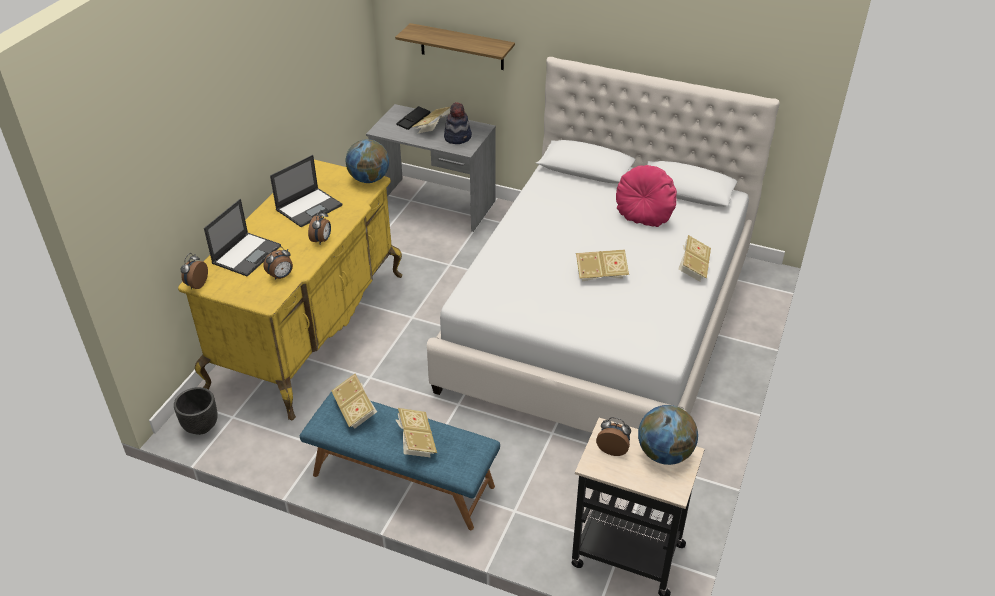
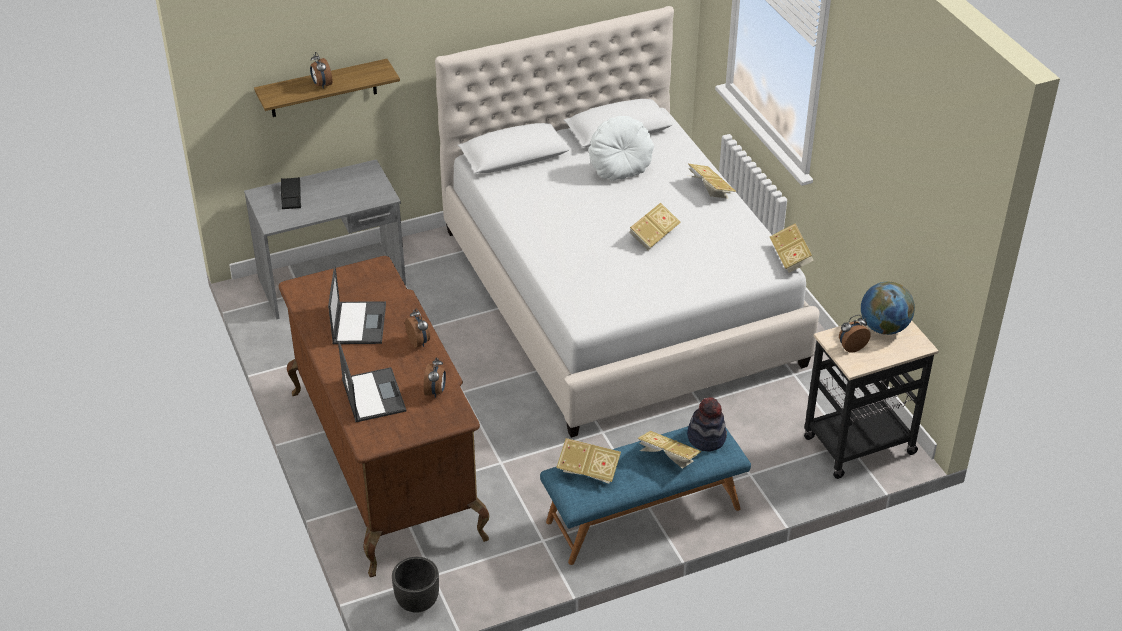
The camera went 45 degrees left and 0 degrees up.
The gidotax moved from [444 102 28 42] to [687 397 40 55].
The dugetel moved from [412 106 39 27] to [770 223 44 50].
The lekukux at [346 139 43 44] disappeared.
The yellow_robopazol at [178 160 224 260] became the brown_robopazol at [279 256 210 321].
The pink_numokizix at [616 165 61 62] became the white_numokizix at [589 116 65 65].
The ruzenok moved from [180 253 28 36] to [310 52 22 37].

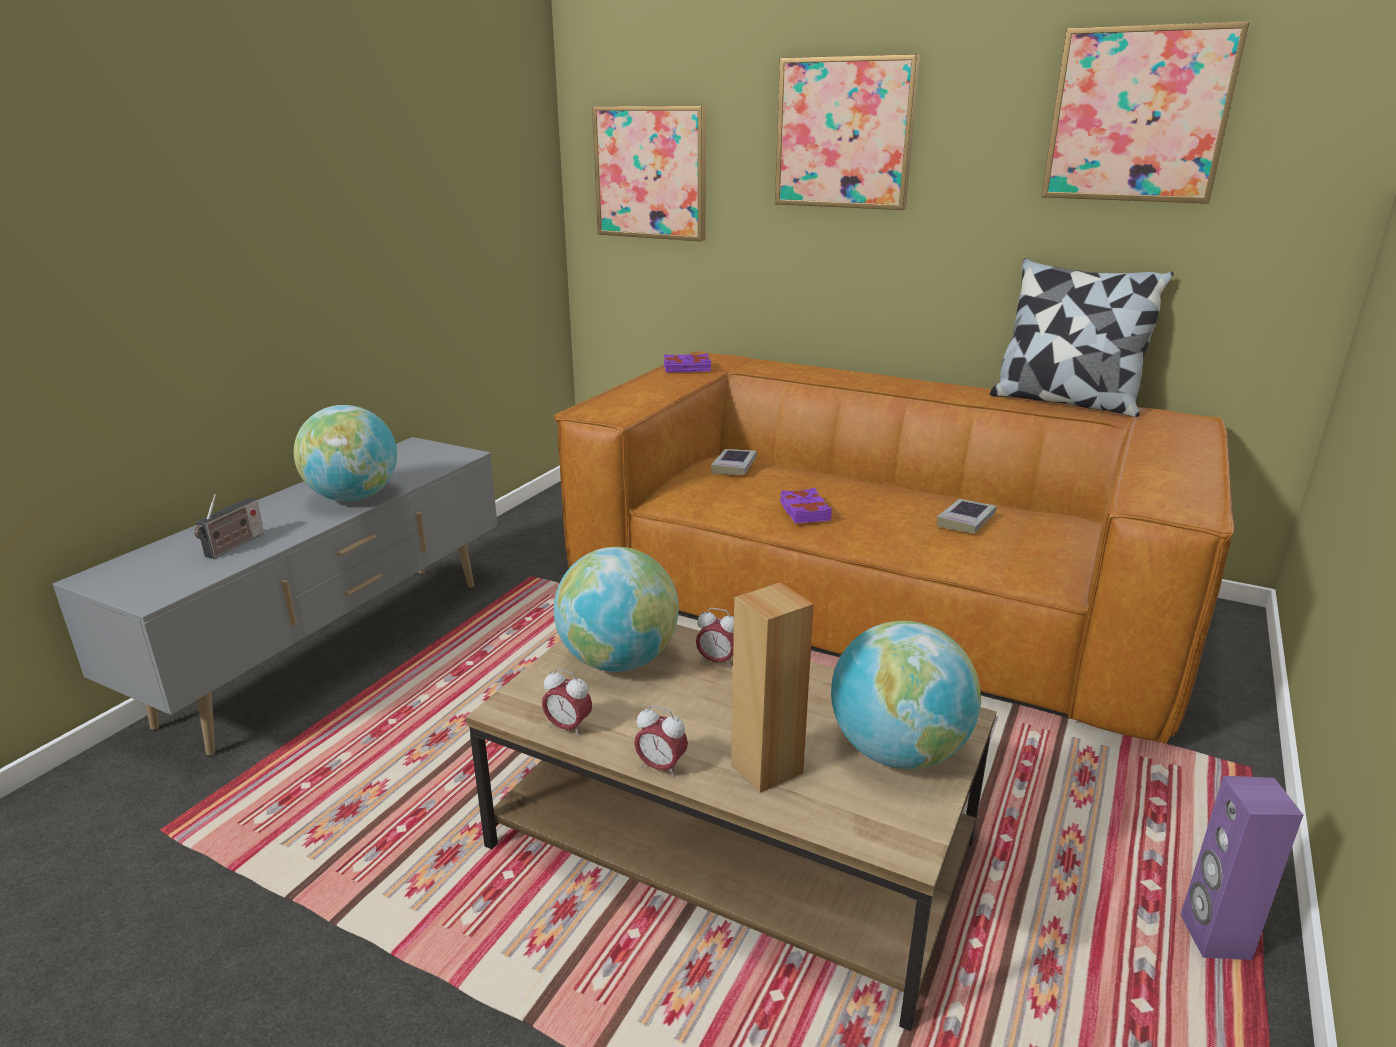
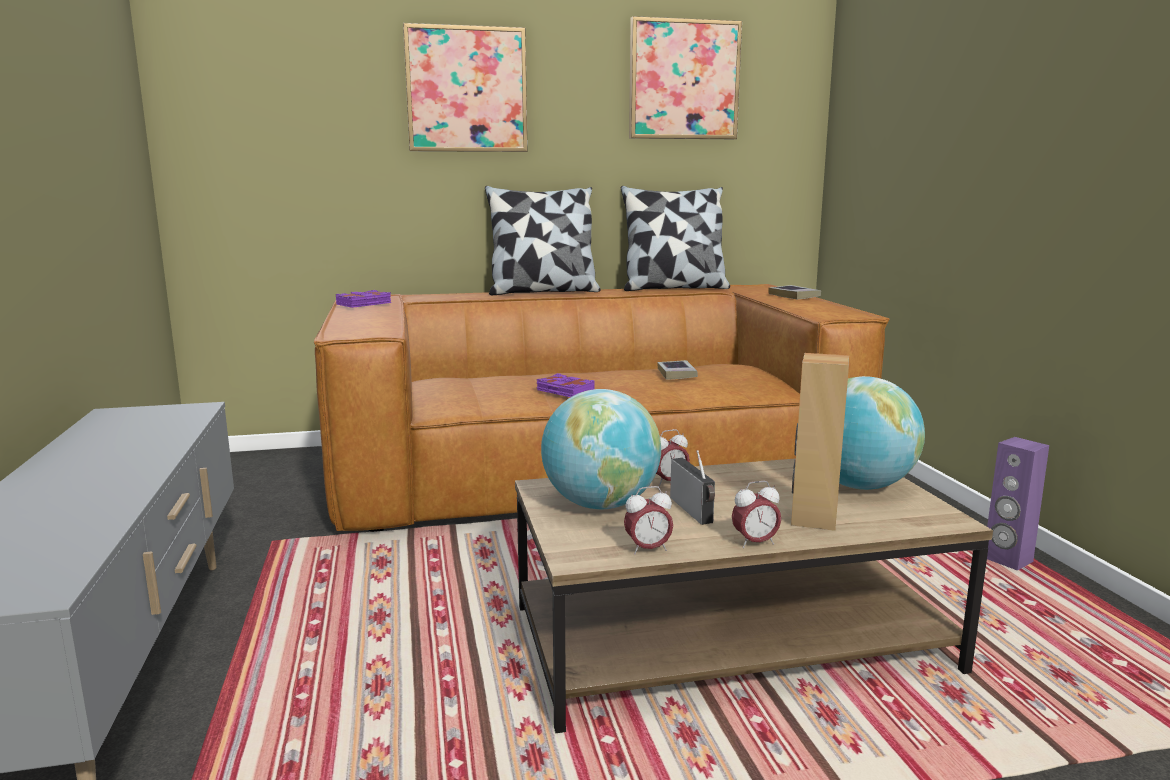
The camera went 40 degrees left and 10 degrees down.
The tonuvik at [592 106 114 136] disappeared.
The lekukux at [294 405 103 97] disappeared.
The dugetel moved from [711 449 46 26] to [769 285 52 14].
The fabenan moved from [194 494 70 65] to [670 450 45 75].
The numokizix at [485 186 116 109] appeared.

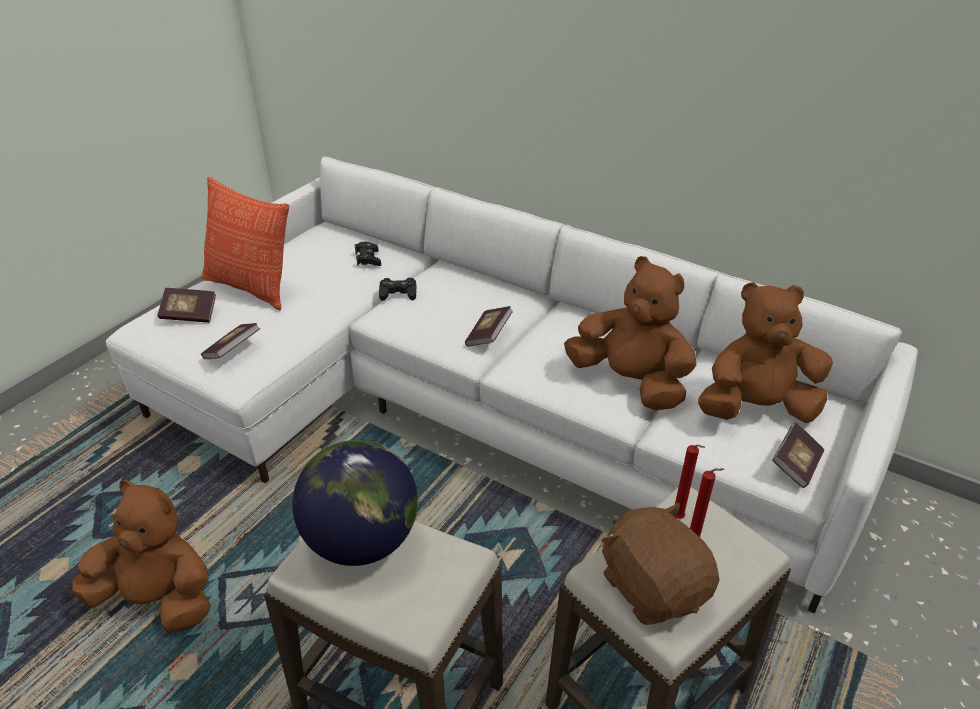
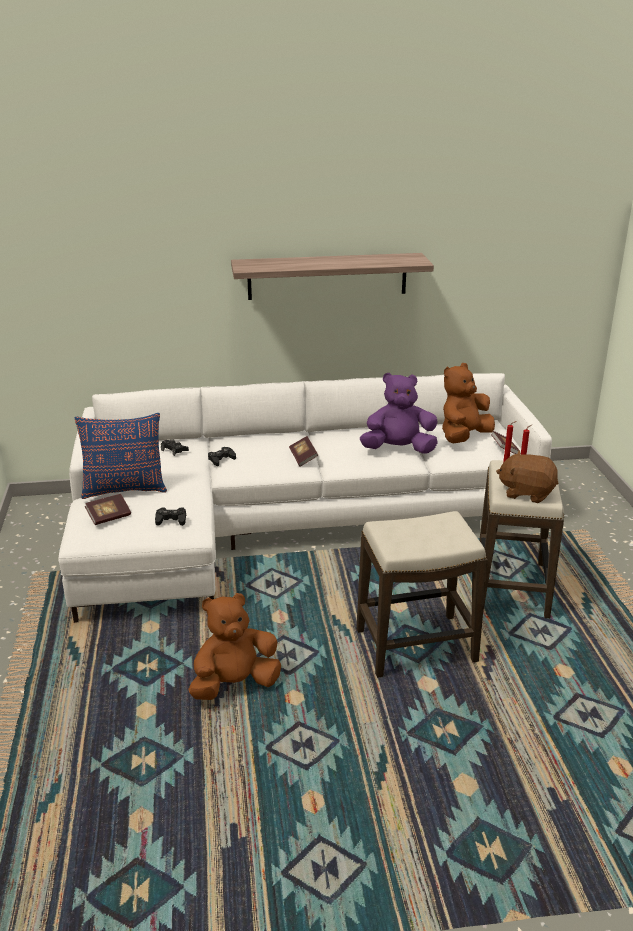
The camera went 40 degrees left and 10 degrees down.
The orange_numokizix at [202 176 87 134] became the blue_numokizix at [75 413 92 86].
The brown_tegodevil at [564 256 132 154] became the purple_tegodevil at [360 373 78 81].
The dugetel at [201 323 60 36] was replaced by the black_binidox at [155 508 31 18].
The lekukux at [292 440 126 126] disappeared.
The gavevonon at [231 253 203 47] appeared.

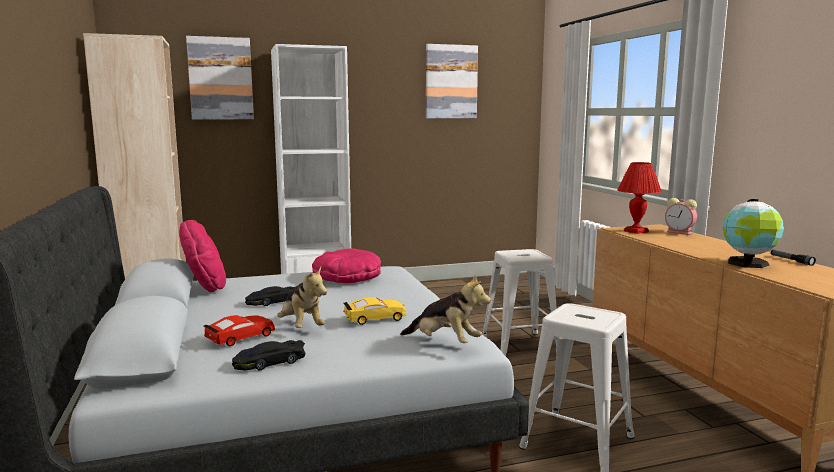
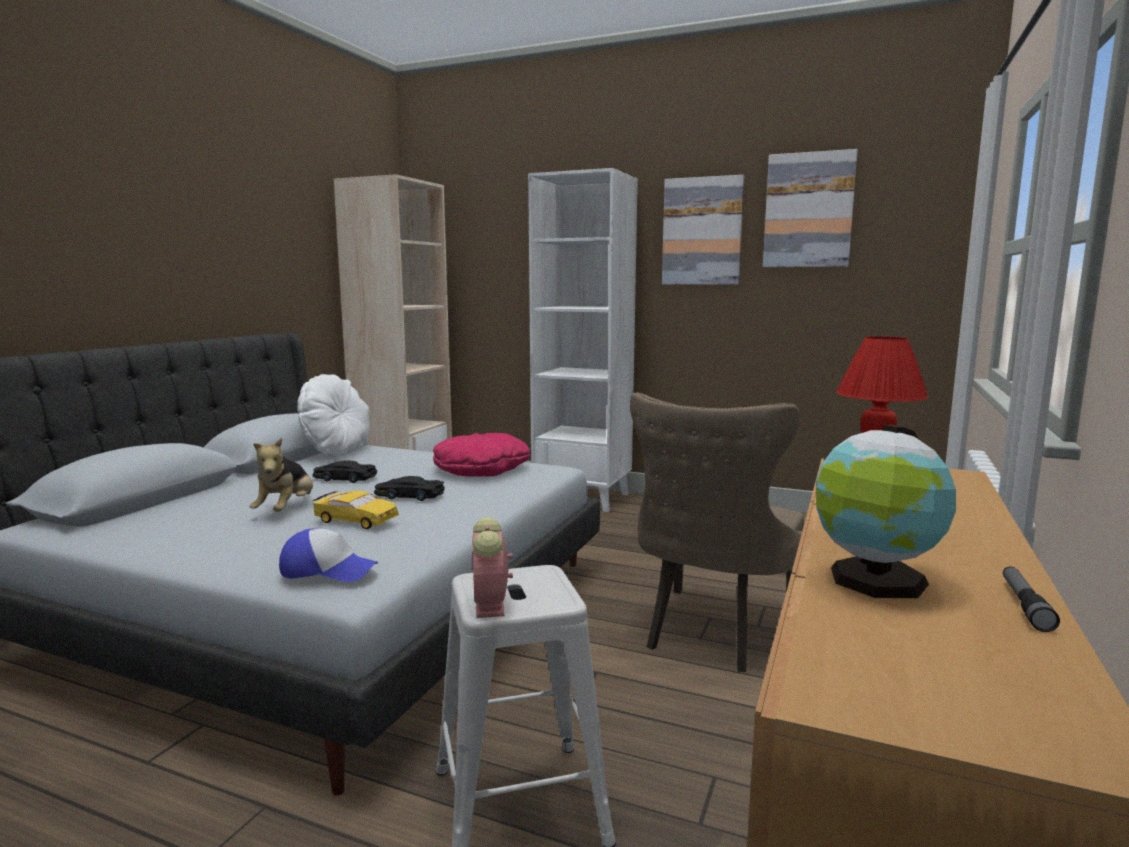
The camera went 40 degrees right and 0 degrees up.
The tonuvik moved from [186 36 68 83] to [662 175 82 110].
The ruzenok moved from [665 198 32 37] to [471 517 42 101].
The pink_numokizix at [179 220 47 72] became the white_numokizix at [297 374 73 84].
The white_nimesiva at [482 249 75 107] was replaced by the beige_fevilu at [630 392 174 280].
The tegodevil at [400 274 91 69] was replaced by the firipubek at [279 528 99 54].
The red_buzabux at [204 315 71 31] disappeared.
The black_buzabux moved from [232 340 74 31] to [374 476 71 25].

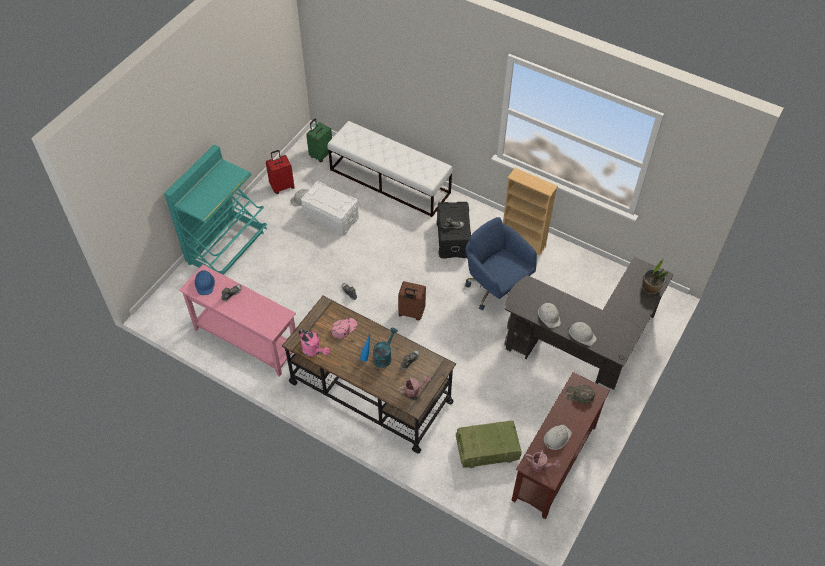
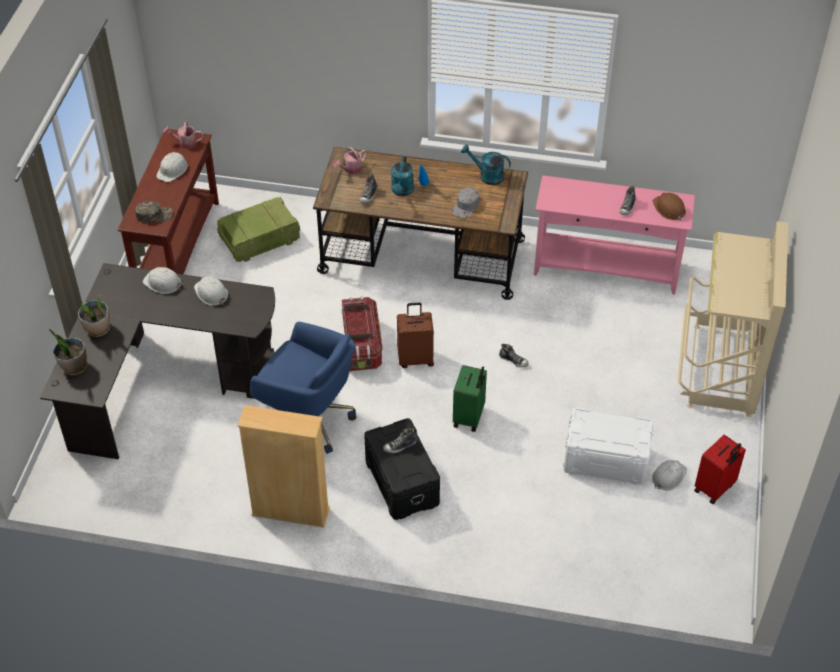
The camera went 160 degrees right and 5 degrees down.
The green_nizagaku moved from [306 119 26 43] to [453 365 34 67].
The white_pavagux at [327 121 126 96] disappeared.
The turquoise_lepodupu at [164 145 103 130] became the beige_lepodupu at [678 221 110 196].
The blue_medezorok at [195 270 20 25] became the brown_medezorok at [653 193 33 28].
The pink_firipubek at [332 318 25 21] became the grey_firipubek at [452 188 27 30].
The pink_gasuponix at [299 328 31 28] became the turquoise_gasuponix at [461 144 50 41].
The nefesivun at [78 295 32 42] appeared.
The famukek at [341 297 42 74] appeared.

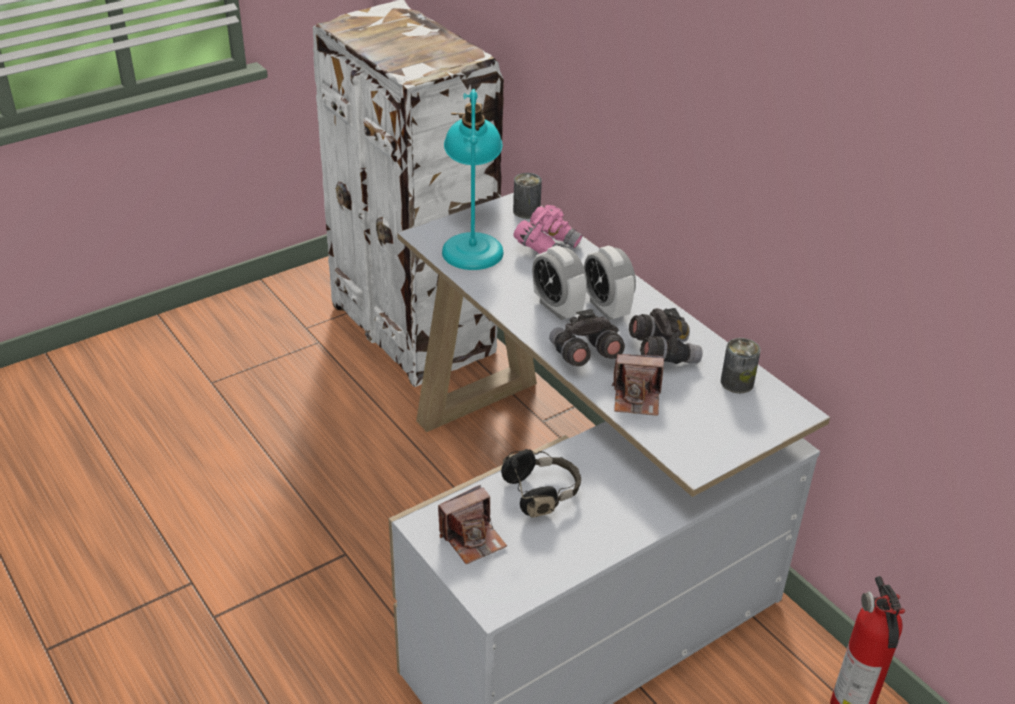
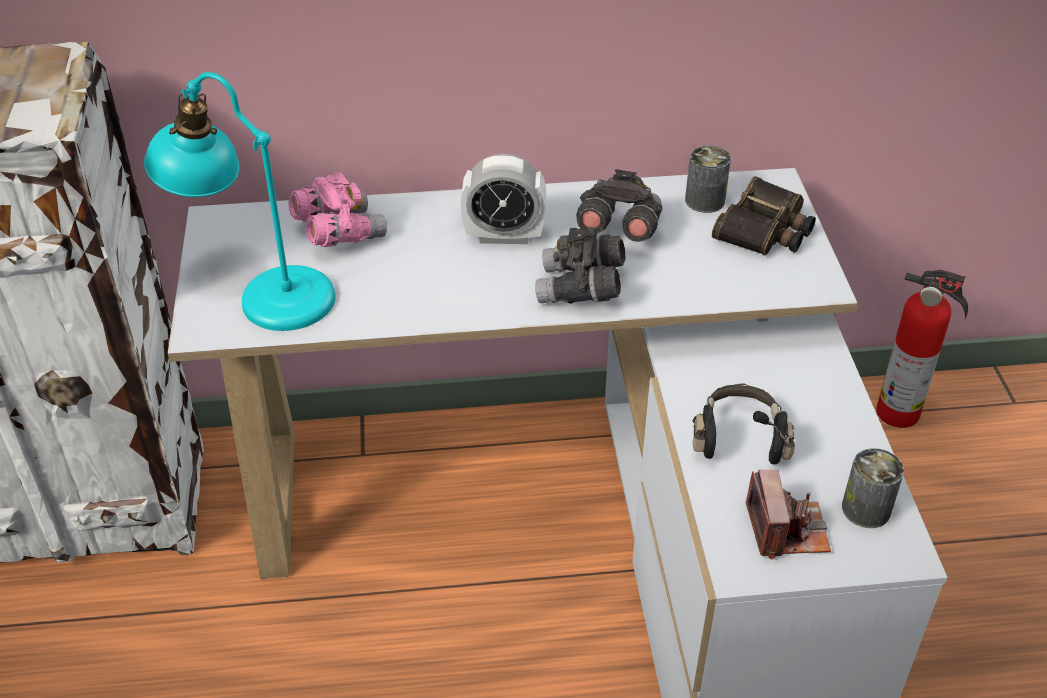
The camera went 60 degrees left and 5 degrees up.
The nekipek moved from [513 173 29 46] to [842 448 62 80].
The ruzenok at [532 246 55 74] disappeared.
The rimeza at [612 354 52 62] disappeared.
The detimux at [712 176 104 80] appeared.

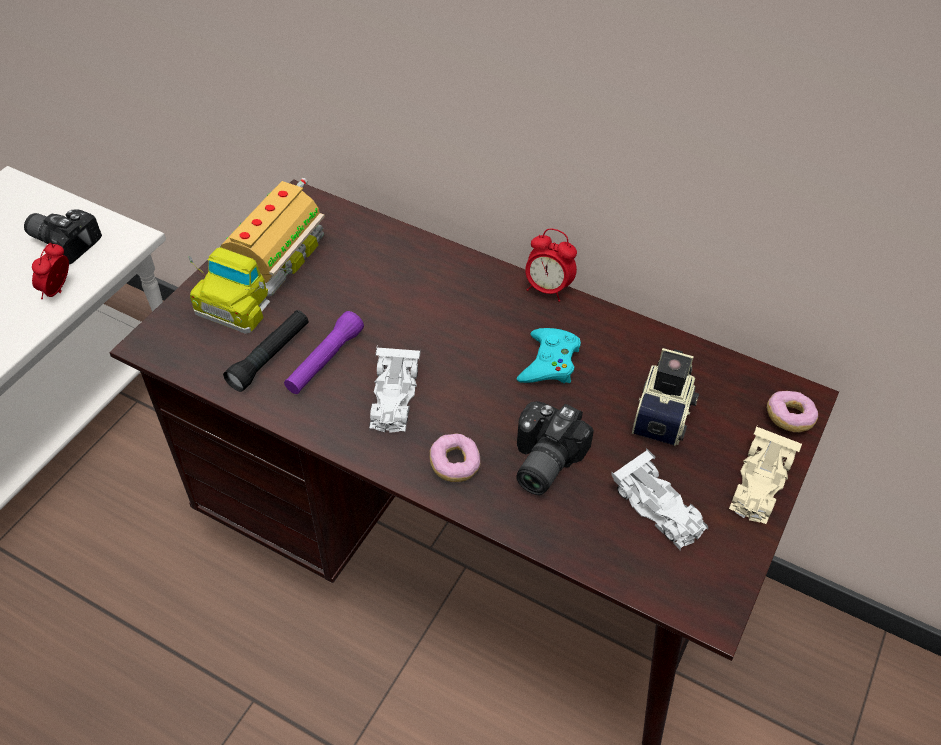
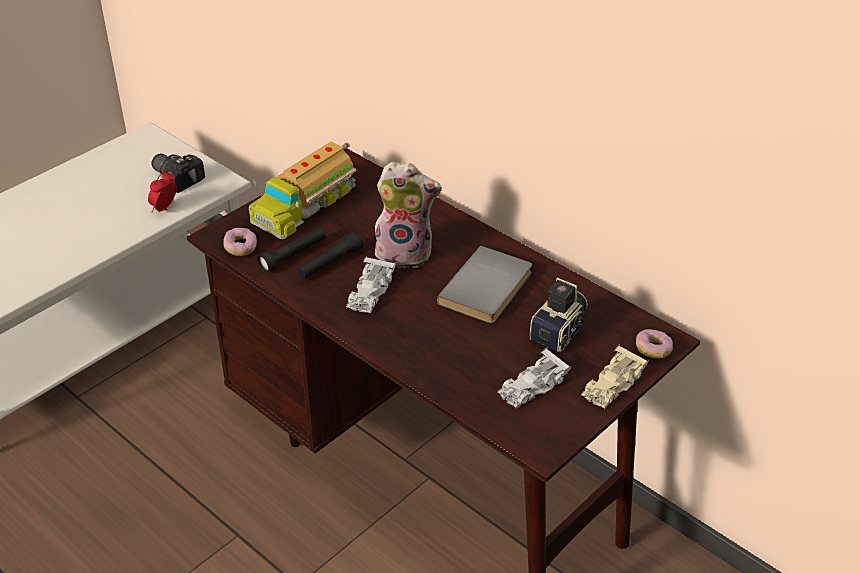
The camera went 15 degrees right and 10 degrees down.
The ruzenok at [525 229 52 73] disappeared.
The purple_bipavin at [284 311 80 83] became the black_bipavin at [297 232 66 47].
The turquoise_binidox at [517 328 64 55] was replaced by the grey_dugetel at [437 246 95 77].
The rimeza at [516 401 78 94] disappeared.
The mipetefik moved from [430 433 51 49] to [223 228 34 28].
The white_buzabux at [612 448 96 103] turned 75 degrees clockwise.
The tegodevil at [375 161 67 107] appeared.

